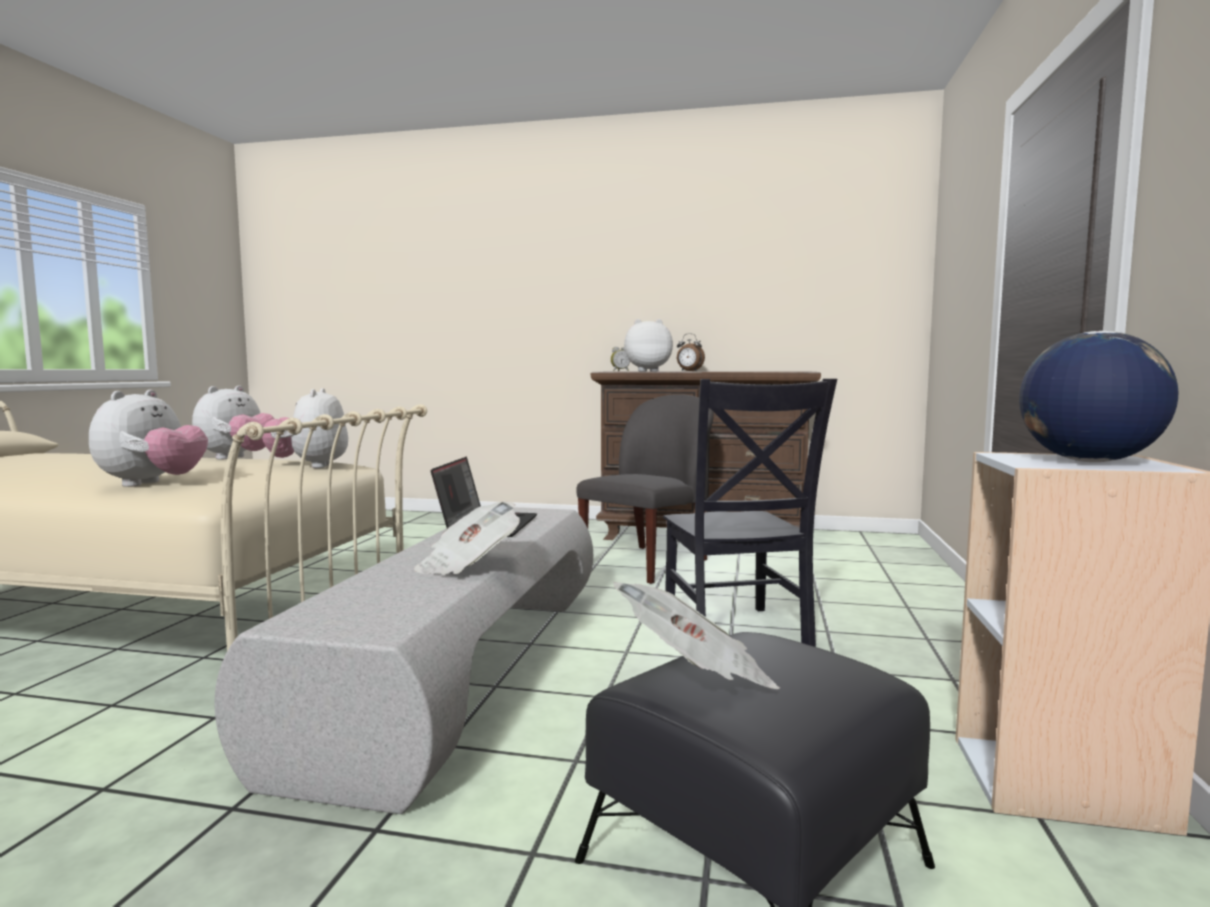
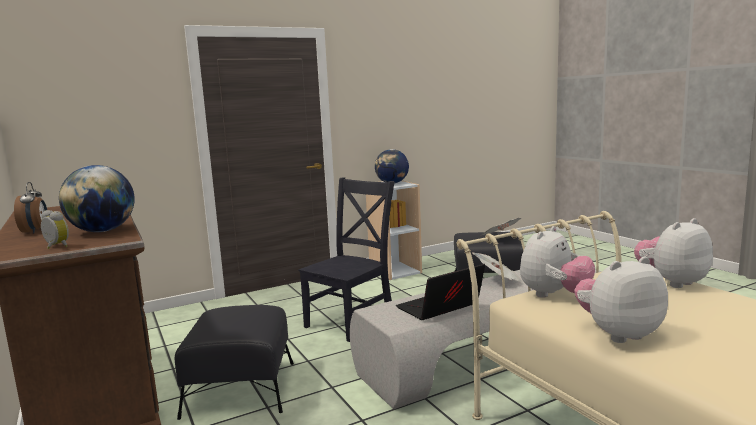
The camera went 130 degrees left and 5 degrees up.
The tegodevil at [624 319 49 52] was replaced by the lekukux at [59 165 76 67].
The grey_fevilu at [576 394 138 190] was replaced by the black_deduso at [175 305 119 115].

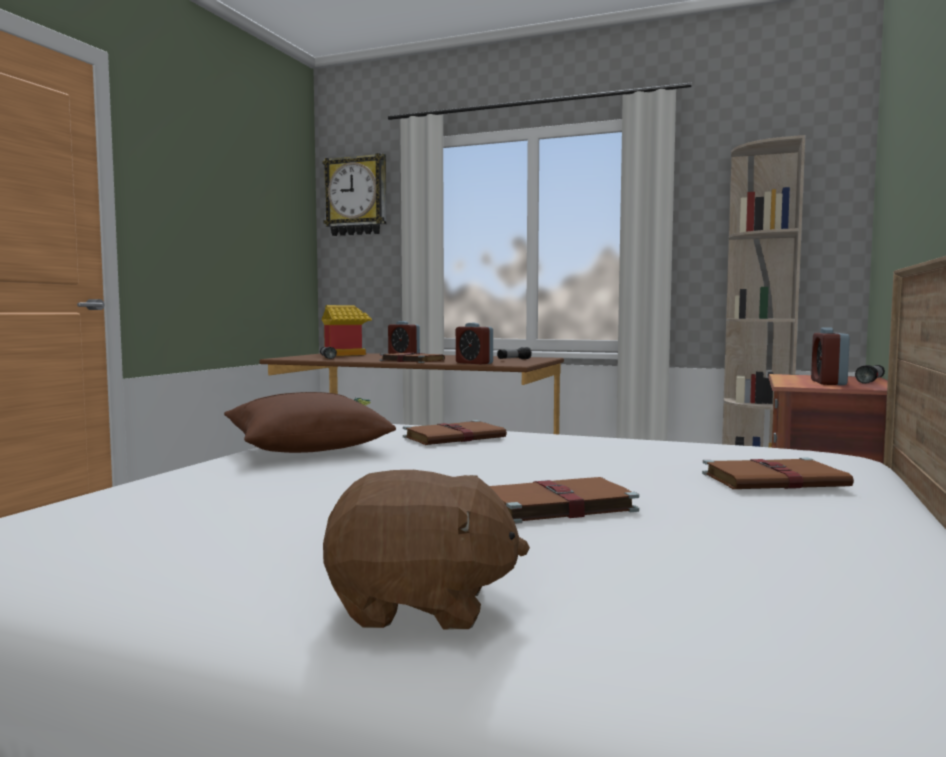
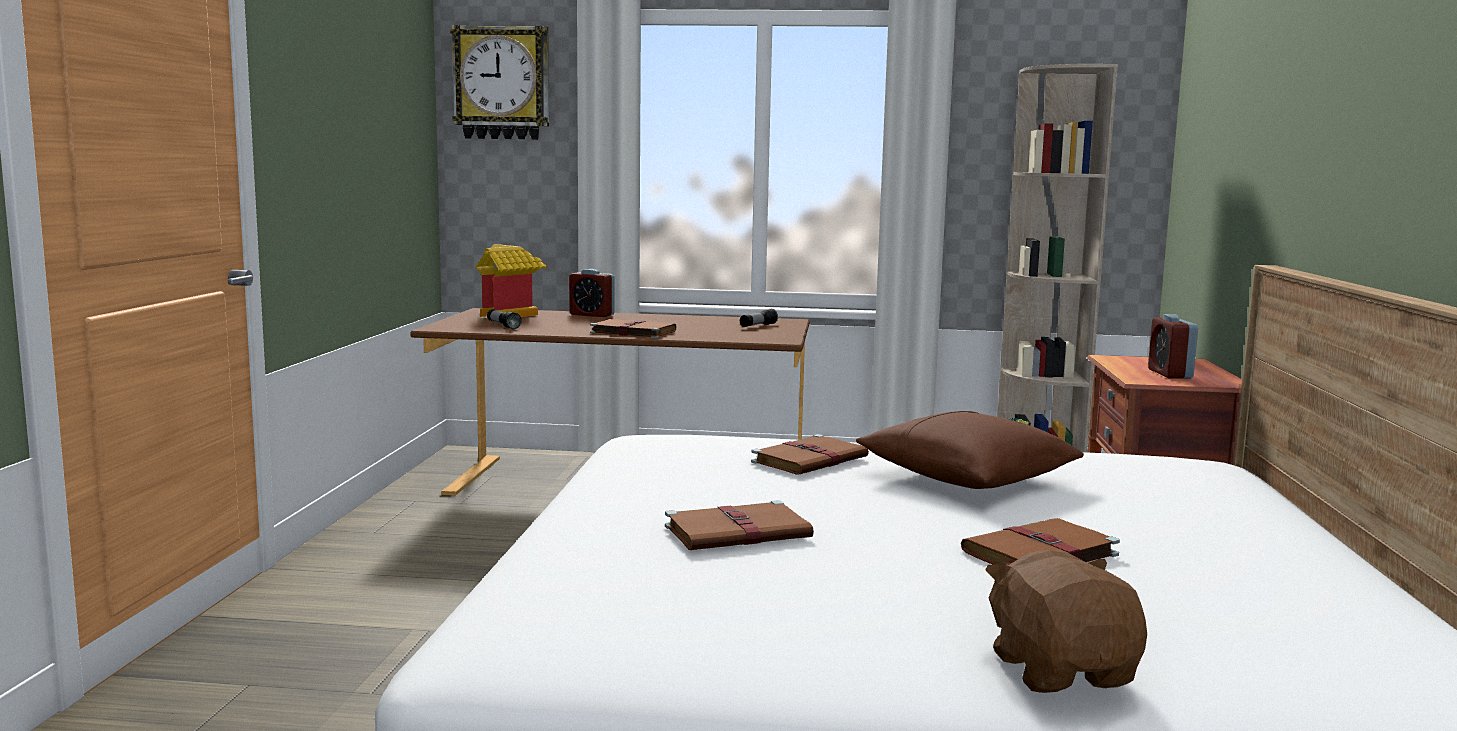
The camera went 15 degrees left and 5 degrees up.
The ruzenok at [456 323 37 41] disappeared.
The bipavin at [855 365 30 19] disappeared.
The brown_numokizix moved from [224 392 172 61] to [856 411 228 78].
The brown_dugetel moved from [702 457 152 32] to [665 500 149 50].
The brown_tegodevil at [323 470 207 160] turned 90 degrees counterclockwise.

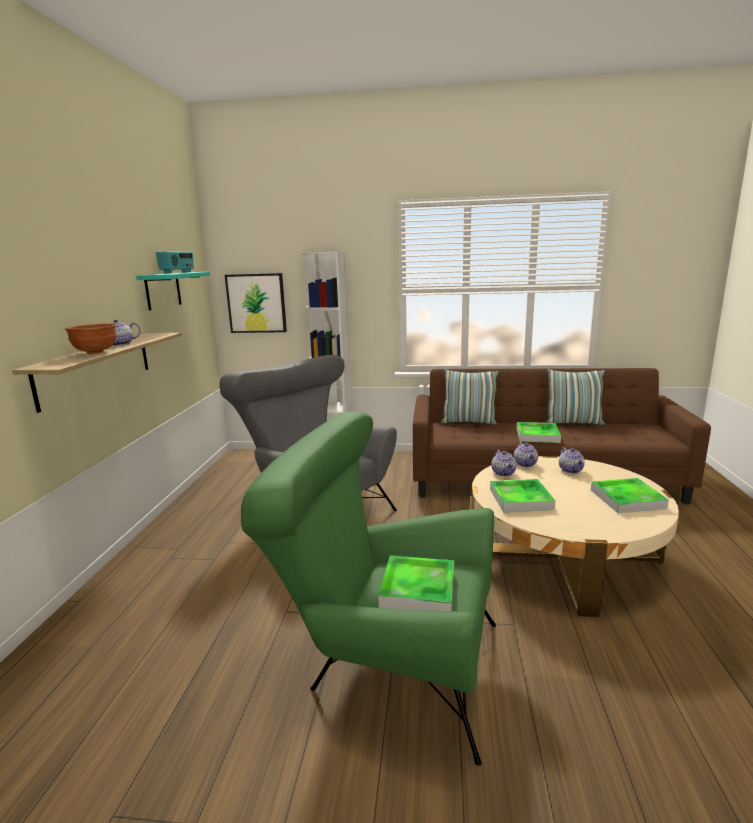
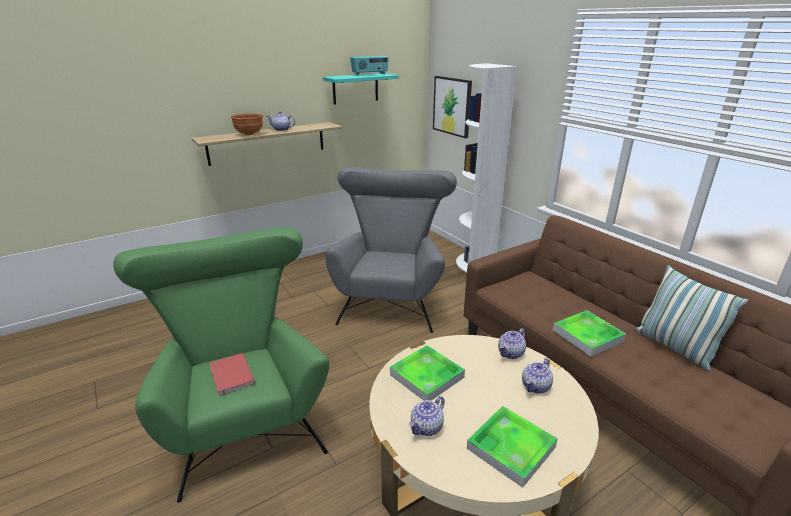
The camera went 50 degrees right and 10 degrees up.
The numokizix at [441 369 57 56] disappeared.
The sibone moved from [492 450 25 26] to [409 396 36 40].
The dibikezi at [378 555 76 56] was replaced by the red_dugetel at [209 353 46 43].

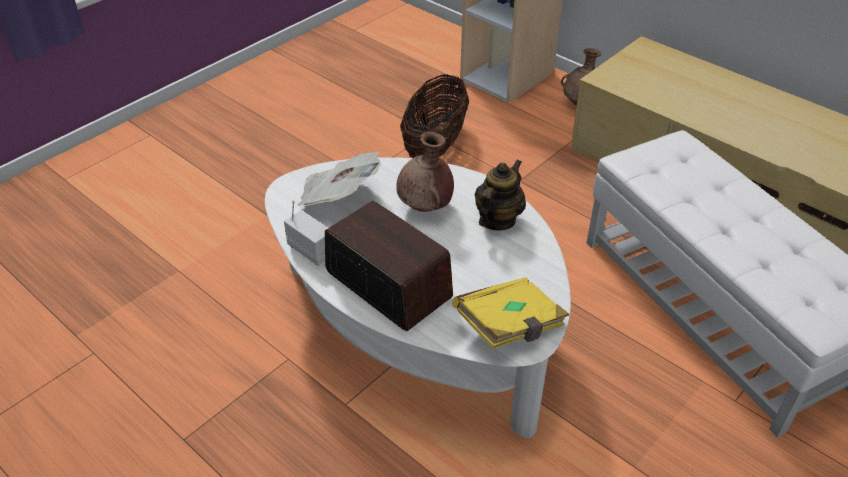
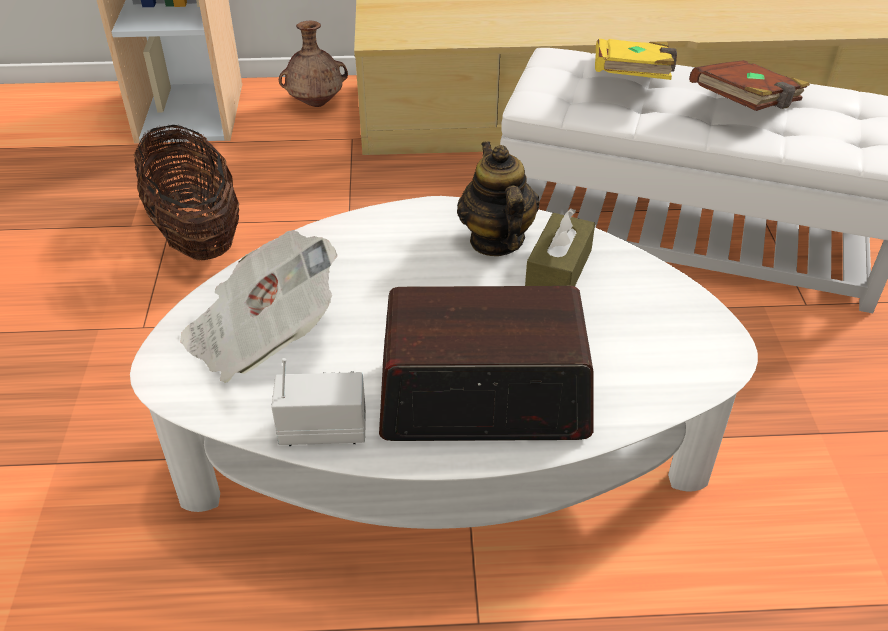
The camera went 45 degrees left and 0 degrees up.
The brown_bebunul at [396 132 58 80] disappeared.
The yellow_dugetel moved from [452 277 117 72] to [595 39 82 41].
The brown_dugetel at [689 60 121 51] appeared.
The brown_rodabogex at [525 208 70 79] appeared.

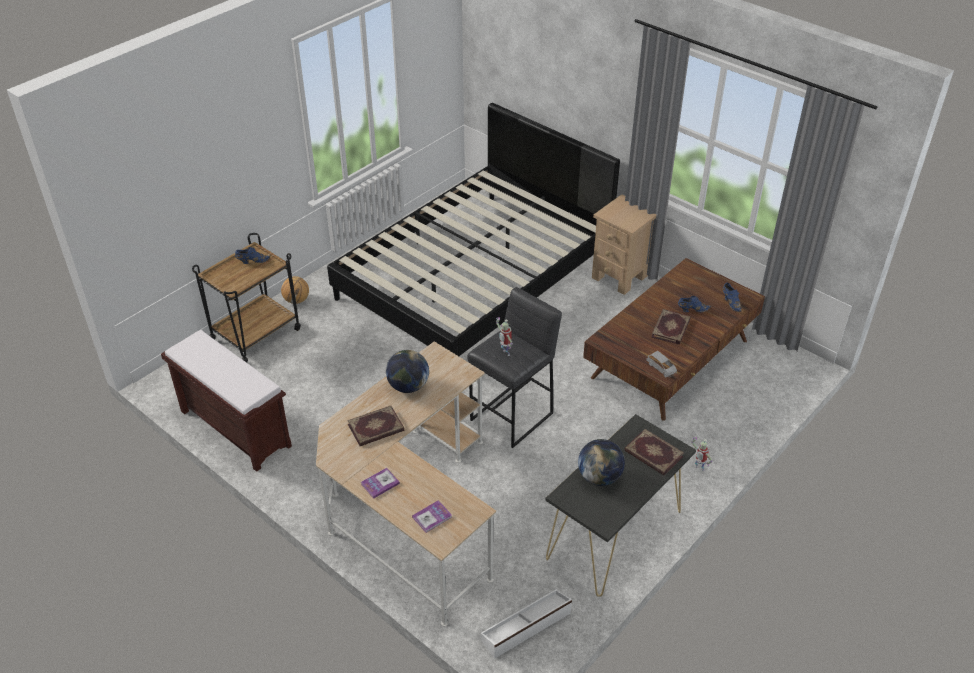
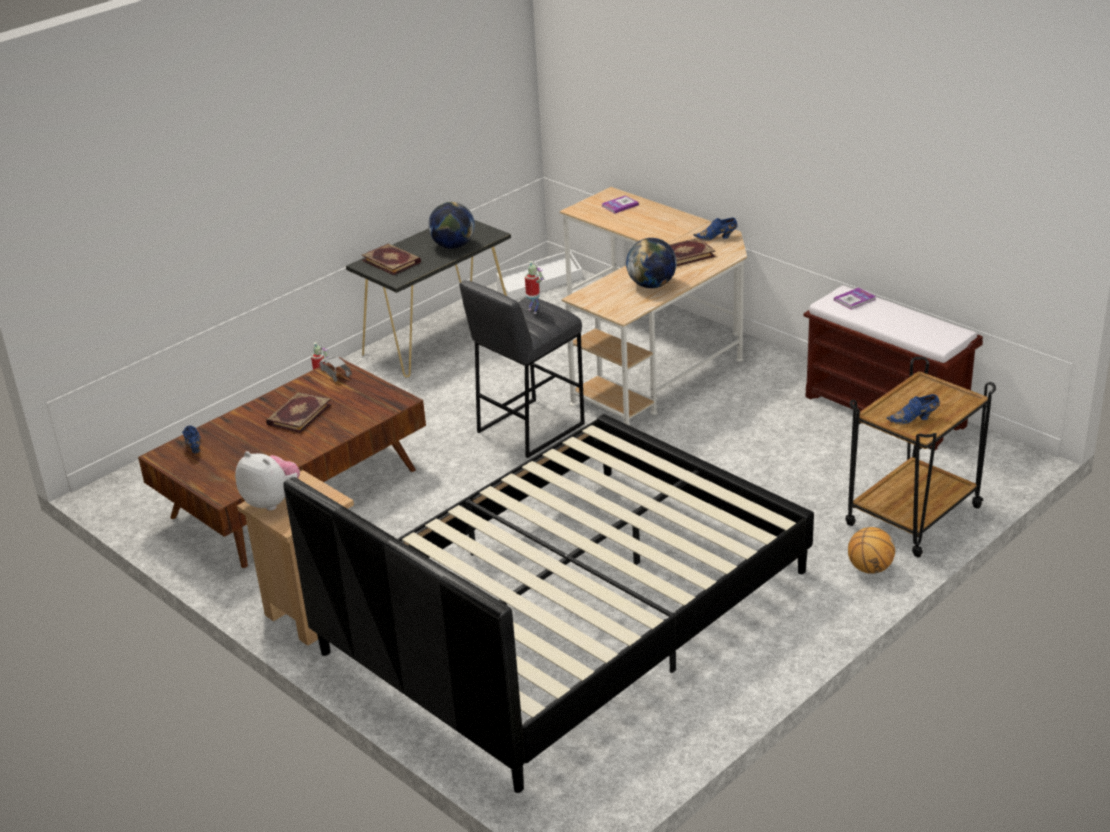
The camera went 175 degrees left and 10 degrees down.
The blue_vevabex moved from [678 296 33 16] to [693 218 45 23].
The dugetel moved from [361 468 39 31] to [834 288 42 22].
The tegodevil at [235 451 65 60] appeared.

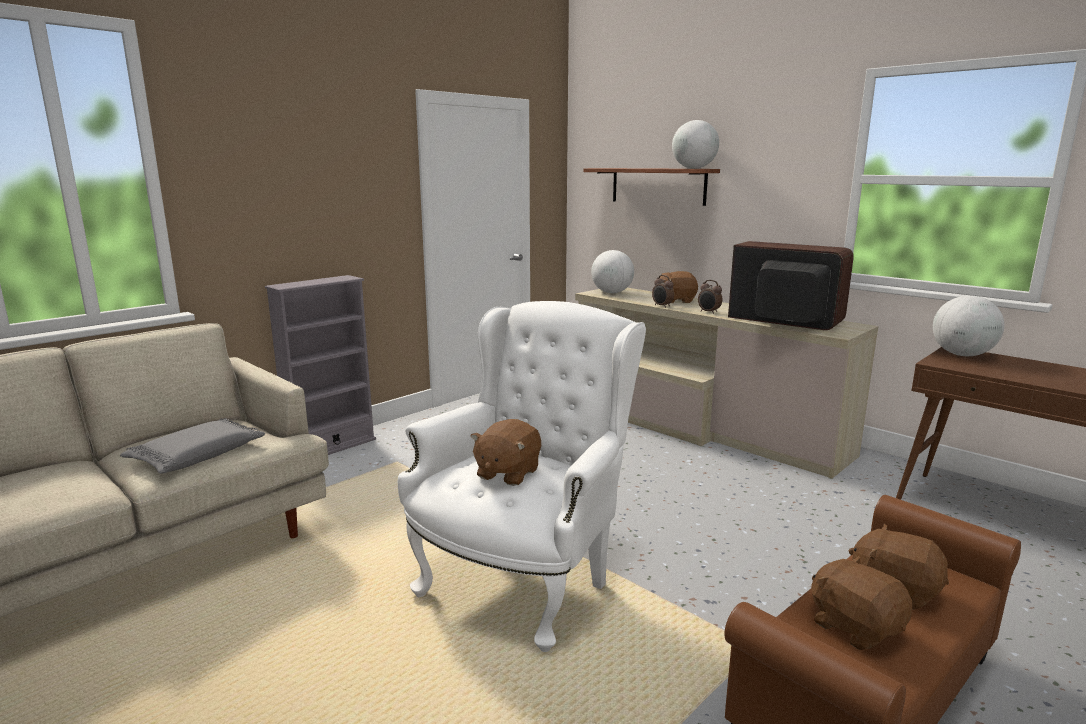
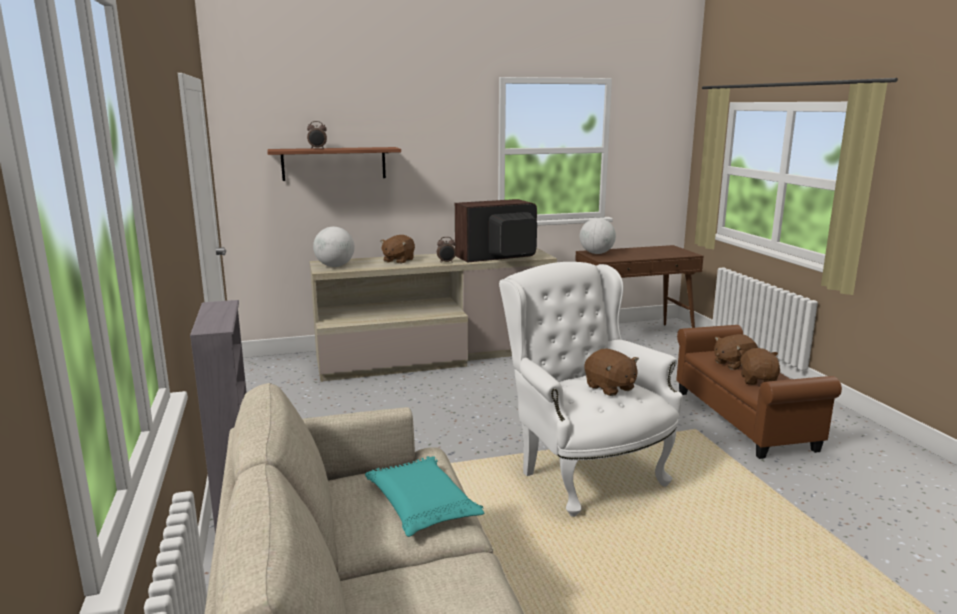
The camera went 60 degrees left and 0 degrees up.
The lekukux at [672 120 47 49] disappeared.
The ruzenok moved from [652 275 22 33] to [307 121 20 28].
The grey_numokizix at [120 418 145 56] became the turquoise_numokizix at [365 456 119 81].
The brown_tegodevil at [811 556 101 94] turned 105 degrees clockwise.

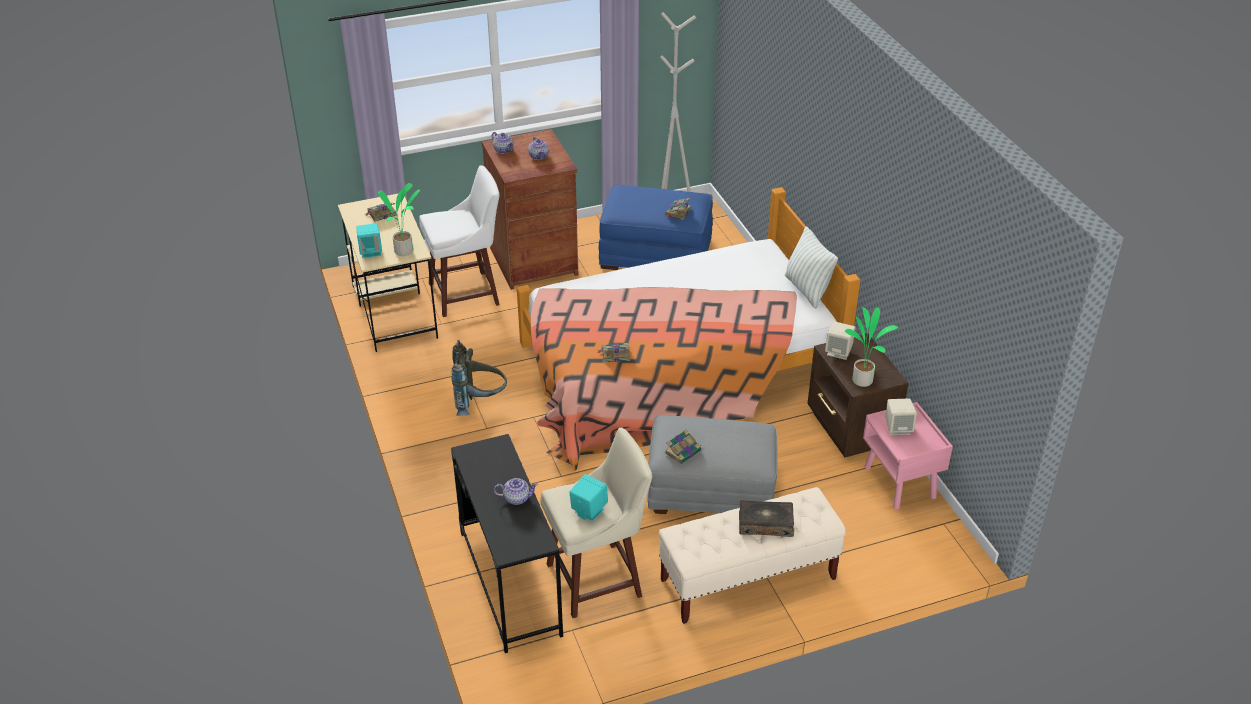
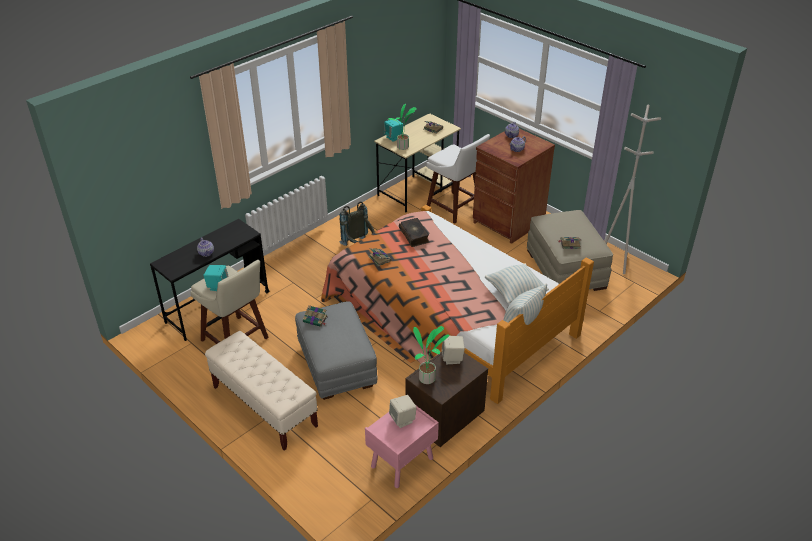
The camera went 65 degrees right and 0 degrees up.
The blue_deduso at [599 185 114 85] became the beige_deduso at [527 210 86 81].
The dugetel moved from [739 500 55 37] to [399 218 31 29].
The numokizix at [485 264 64 39] appeared.

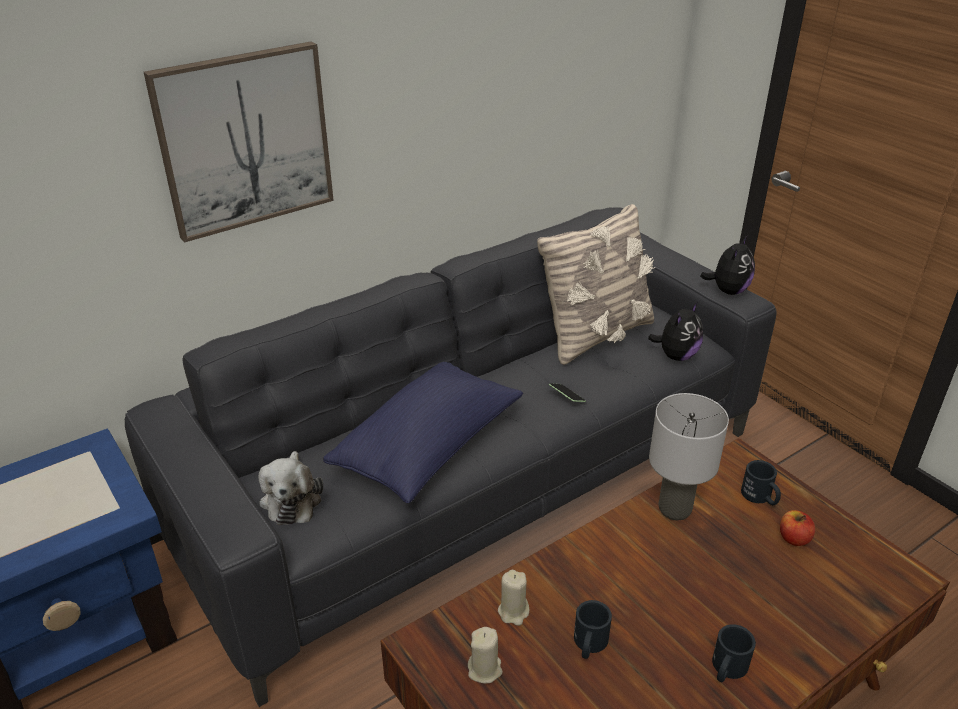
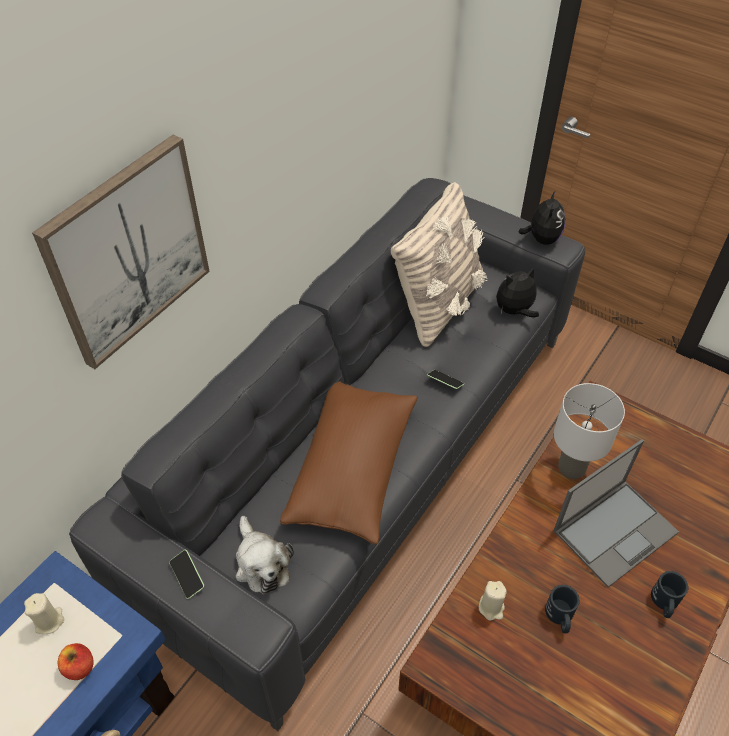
The camera went 20 degrees left and 15 degrees up.
The tegodevil at [648 302 55 59] turned 135 degrees counterclockwise.
The blue_numokizix at [323 362 200 141] became the brown_numokizix at [280 381 138 163].
The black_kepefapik at [741 460 40 45] disappeared.
The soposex moved from [780 510 35 36] to [58 643 36 37].
The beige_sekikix moved from [468 627 35 57] to [24 593 40 41].
The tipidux at [553 439 126 148] appeared.
The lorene at [169 550 35 49] appeared.

